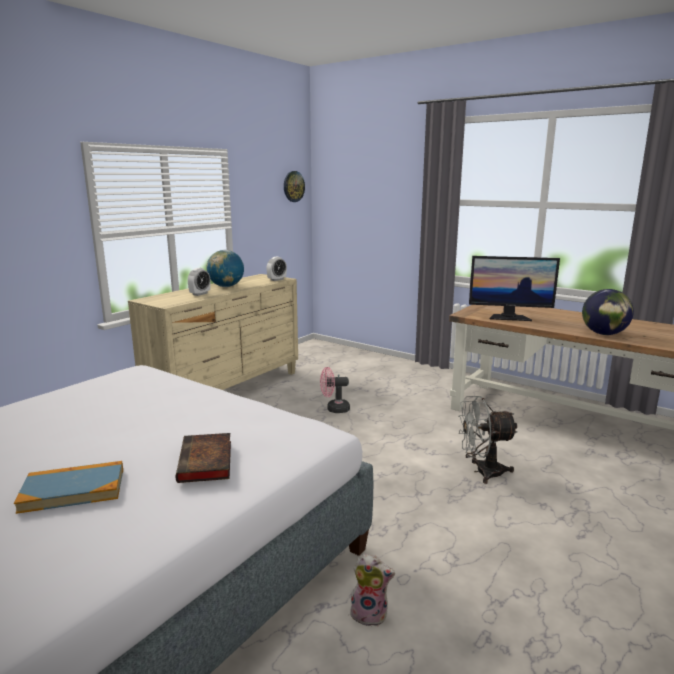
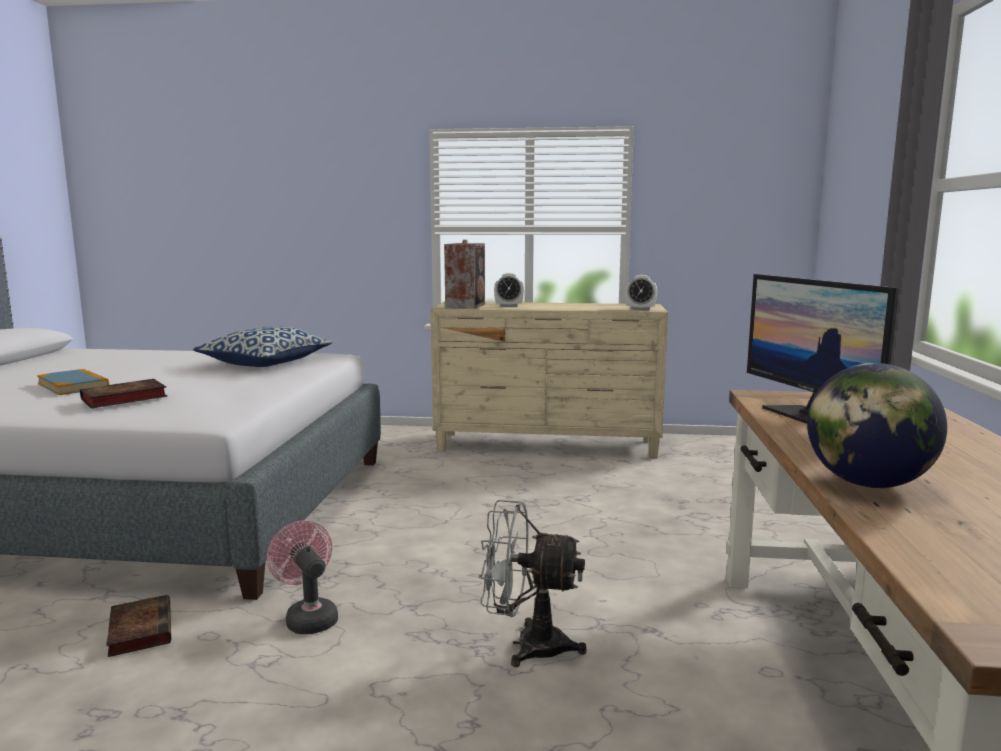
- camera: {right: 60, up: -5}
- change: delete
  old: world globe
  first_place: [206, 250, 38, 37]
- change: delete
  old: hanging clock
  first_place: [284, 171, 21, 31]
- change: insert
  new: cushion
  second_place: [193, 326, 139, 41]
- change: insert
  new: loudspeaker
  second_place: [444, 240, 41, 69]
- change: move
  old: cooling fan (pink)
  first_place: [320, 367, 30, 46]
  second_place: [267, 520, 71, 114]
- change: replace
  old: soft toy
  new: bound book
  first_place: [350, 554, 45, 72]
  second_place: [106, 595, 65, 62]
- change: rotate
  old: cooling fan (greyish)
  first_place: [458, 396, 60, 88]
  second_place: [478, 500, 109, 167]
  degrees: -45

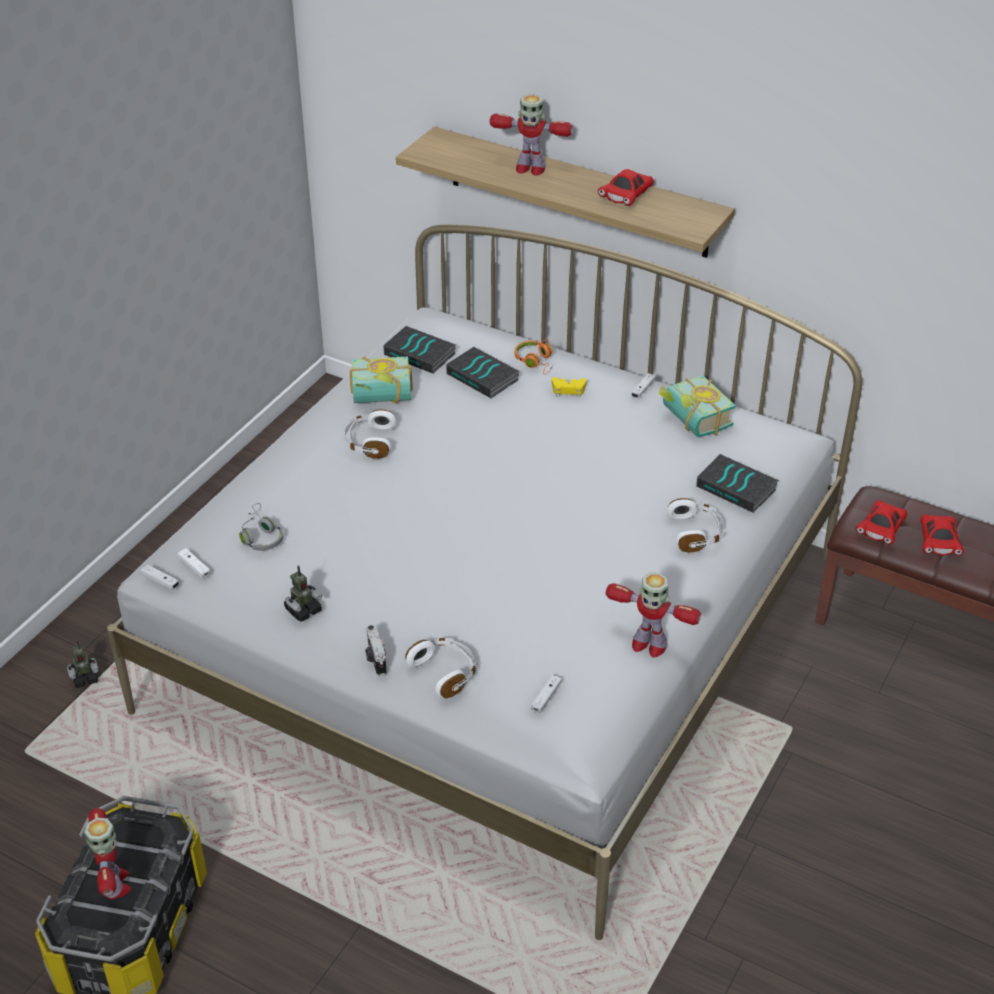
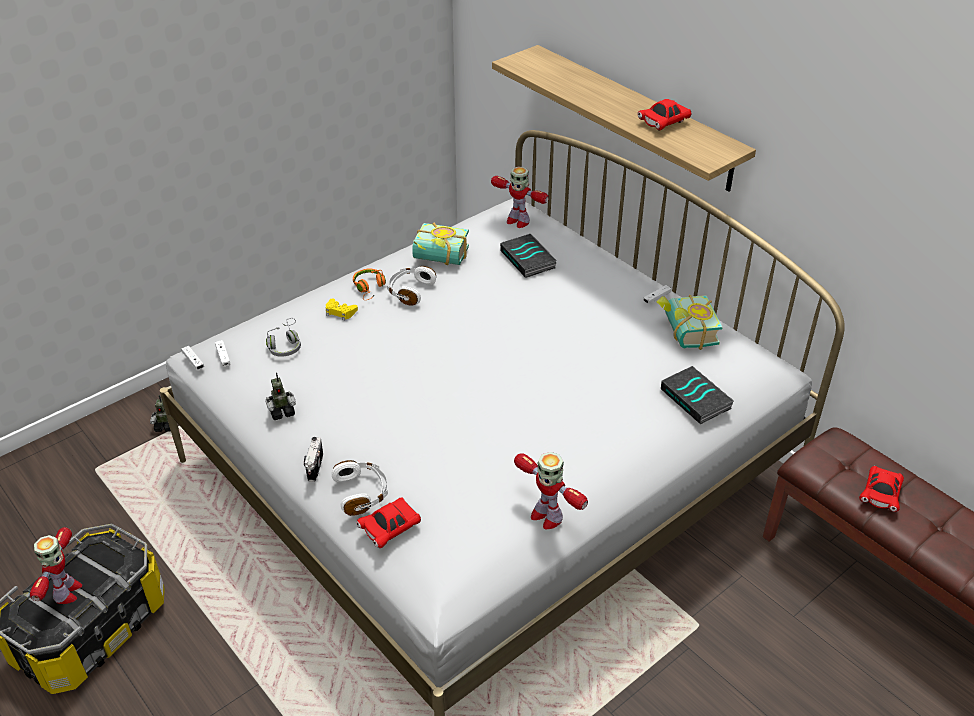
- camera: {right: 20, up: 0}
- change: delete
  old: bound book
  first_place: [383, 326, 73, 48]
- change: delete
  old: joypad (white-coloured)
  first_place: [531, 675, 31, 39]
- change: delete
  old: pair of headphones (white-coloured)
  first_place: [667, 498, 57, 54]
- change: move
  old: robot figure
  first_place: [490, 95, 83, 81]
  second_place: [491, 167, 58, 61]
- change: move
  old: pair of headphones (orange-coloured)
  first_place: [515, 339, 37, 36]
  second_place: [353, 268, 33, 32]
- change: move
  old: joypad (yellow-coloured)
  first_place: [552, 377, 35, 20]
  second_place: [326, 298, 32, 22]
- change: move
  old: model car (red-coloured)
  first_place: [856, 500, 51, 45]
  second_place: [356, 497, 65, 51]

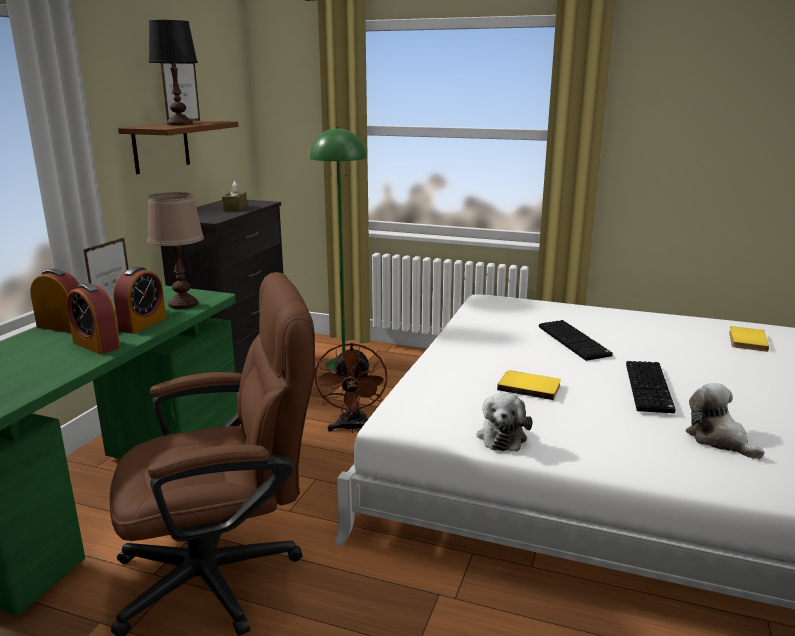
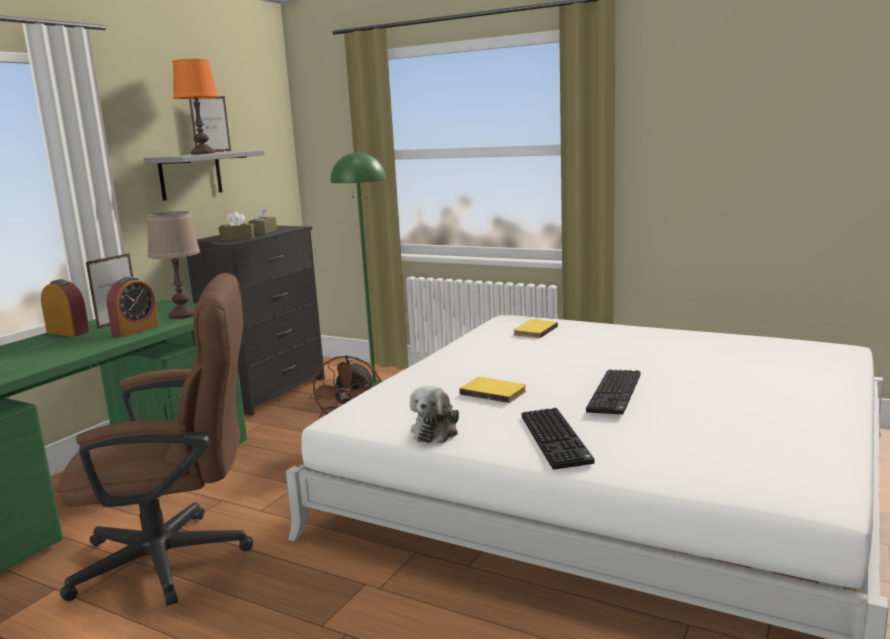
- camera: {right: 10, up: -5}
- change: delete
  old: table clock
  first_place: [67, 283, 53, 71]
- change: delete
  old: soft toy
  first_place: [686, 383, 78, 76]
- change: insert
  new: tissue holder (brownish)
  second_place: [219, 211, 36, 30]
- change: move
  old: PC keyboard
  first_place: [539, 320, 74, 41]
  second_place: [522, 408, 73, 62]
- change: move
  old: bound book (yellow-coloured)
  first_place: [729, 326, 40, 26]
  second_place: [514, 319, 44, 19]
- change: recolor
  old: bracket shelf (brownish)
  new: bracket shelf (greyish)
  first_place: [118, 120, 121, 54]
  second_place: [144, 150, 121, 51]
- change: recolor
  old: lamp for a table (black-coloured)
  new: lamp for a table (orange-coloured)
  first_place: [149, 20, 49, 106]
  second_place: [173, 59, 45, 96]

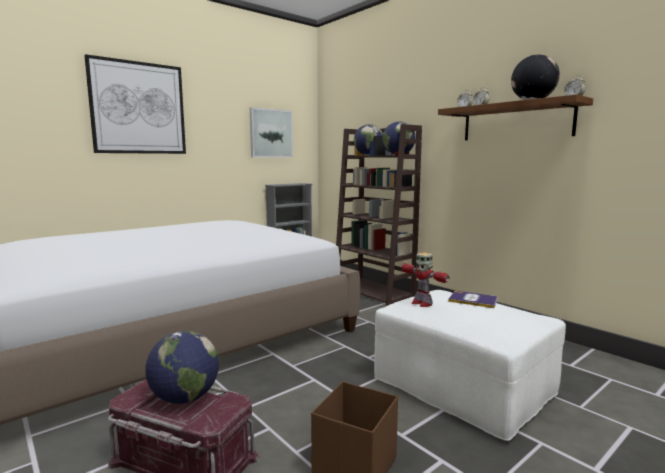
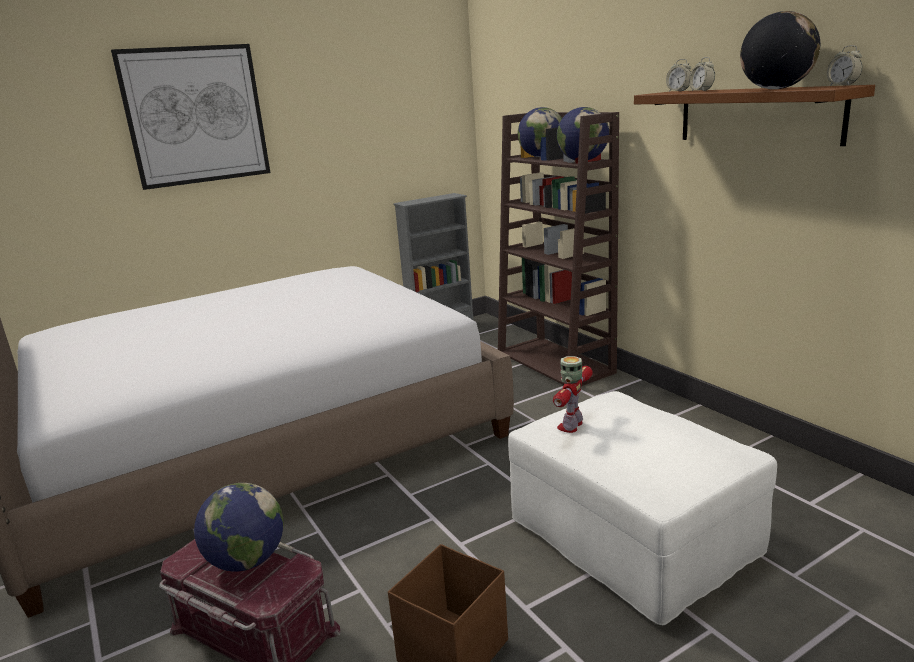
- camera: {right: 10, up: 10}
- change: delete
  old: wall art
  first_place: [250, 107, 43, 51]
- change: delete
  old: bound book
  first_place: [448, 291, 50, 17]
- change: rotate
  old: robot figure
  first_place: [401, 252, 48, 55]
  second_place: [553, 356, 40, 77]
  degrees: 60

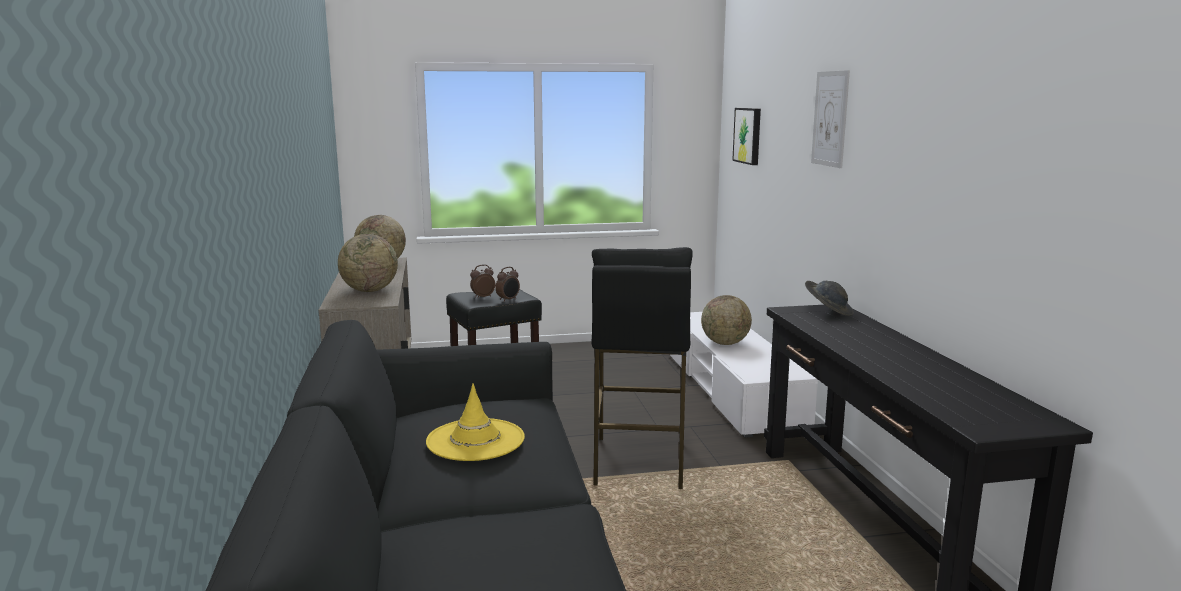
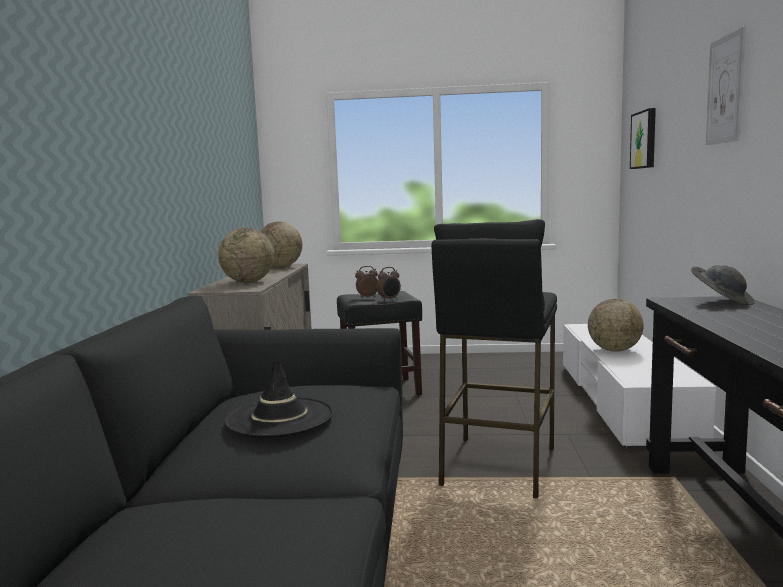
- camera: {right: 15, up: -5}
- change: recolor
  old: clothing hat (yellow-coloured)
  new: clothing hat (black-coloured)
  first_place: [426, 383, 99, 78]
  second_place: [224, 353, 110, 85]

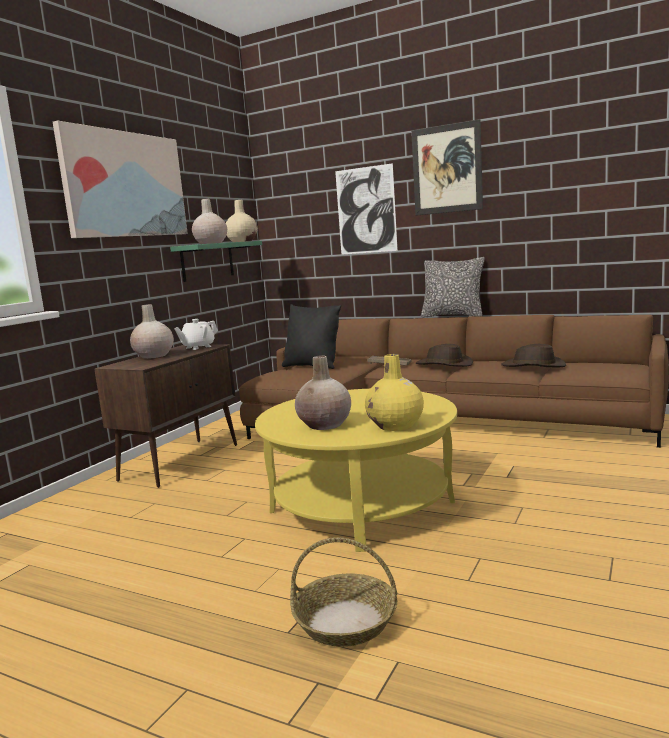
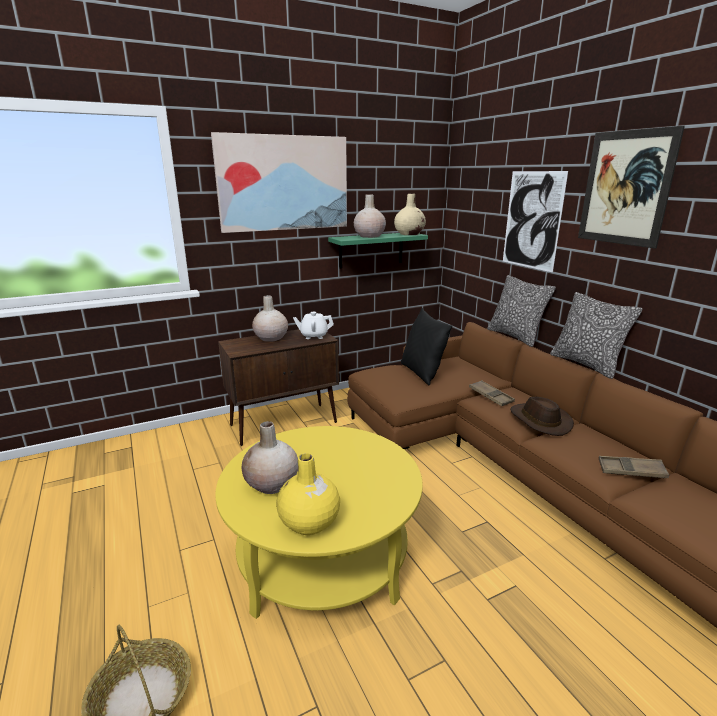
- camera: {right: 35, up: 10}
- change: insert
  new: cushion
  second_place: [487, 275, 69, 72]
- change: replace
  old: clothing hat (brownish)
  new: tray (brownish)
  first_place: [501, 344, 65, 24]
  second_place: [599, 456, 70, 22]

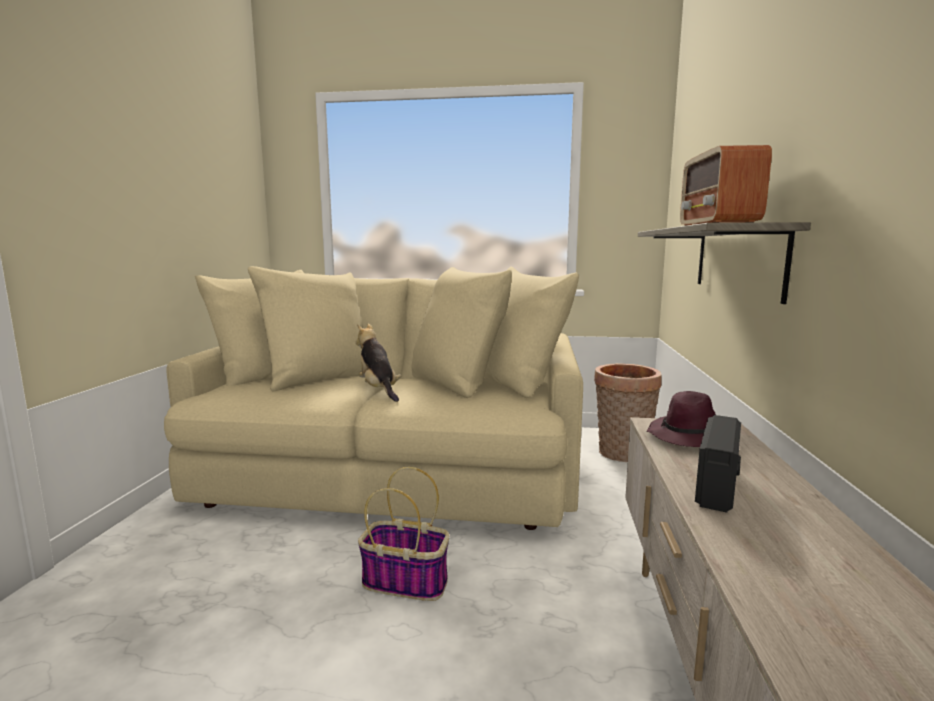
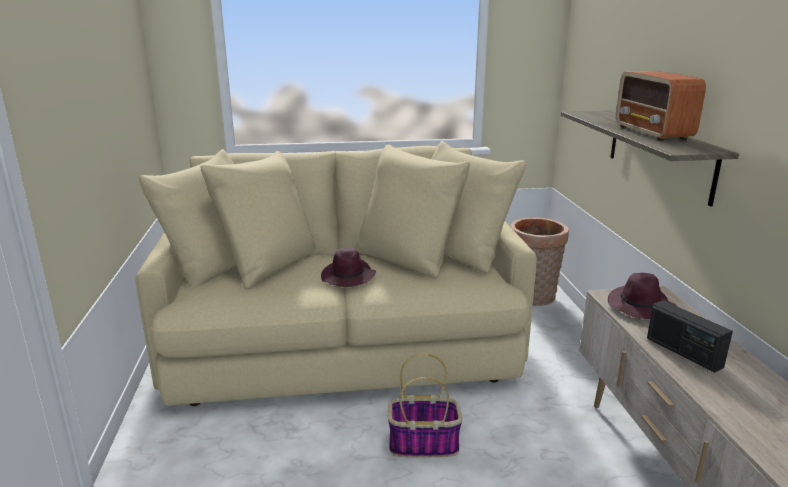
- camera: {right: -15, up: 10}
- change: replace
  old: soft toy
  new: clothing hat (purple)
  first_place: [356, 323, 45, 79]
  second_place: [321, 248, 55, 39]
- change: rotate
  old: radio receiver
  first_place: [695, 415, 46, 98]
  second_place: [647, 300, 86, 73]
  degrees: 135

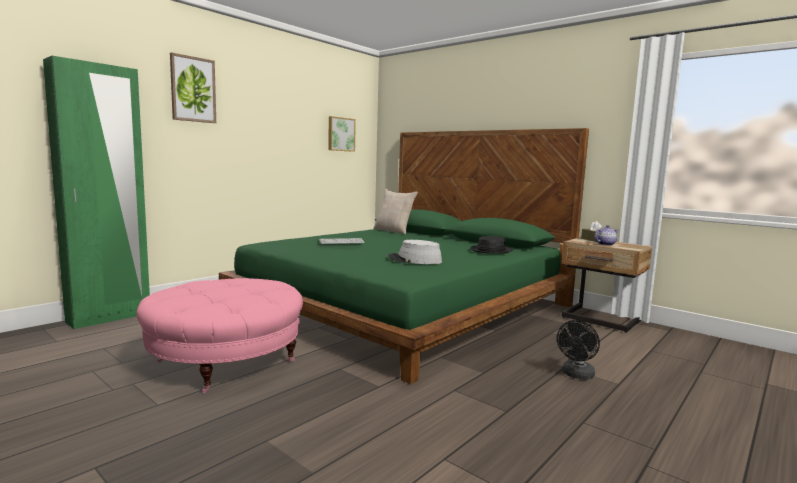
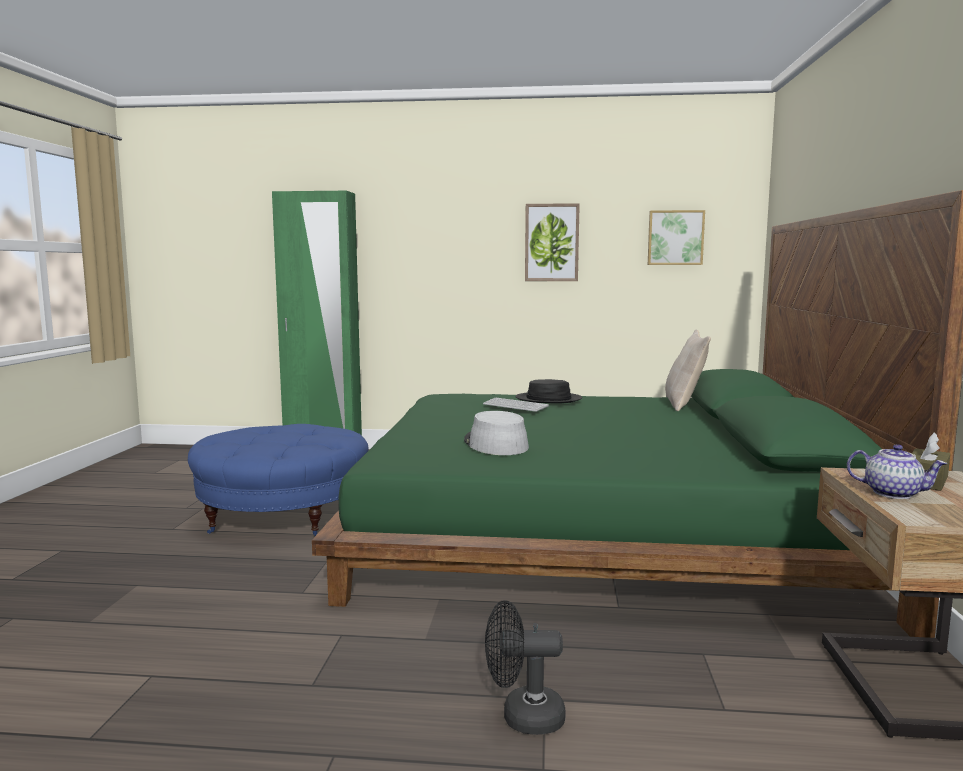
- camera: {right: 55, up: 0}
- change: move
  old: wall art
  first_place: [170, 52, 46, 71]
  second_place: [525, 203, 55, 78]
- change: move
  old: clothing hat (black-coloured)
  first_place: [470, 236, 43, 18]
  second_place: [516, 379, 66, 24]
- change: recolor
  old: pouffe (pink)
  new: pouffe (blue-coloured)
  first_place: [136, 278, 167, 115]
  second_place: [188, 424, 180, 112]

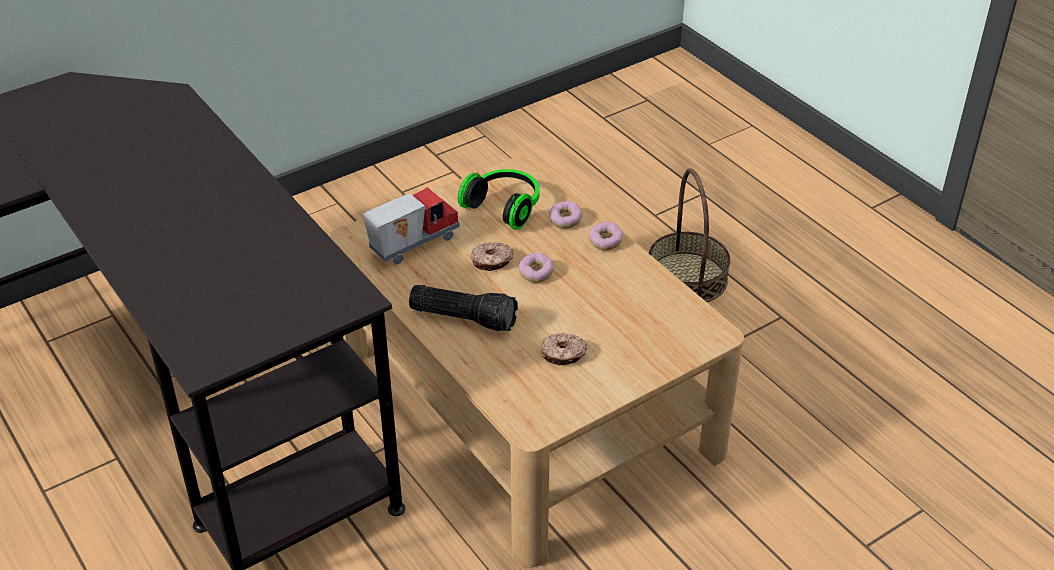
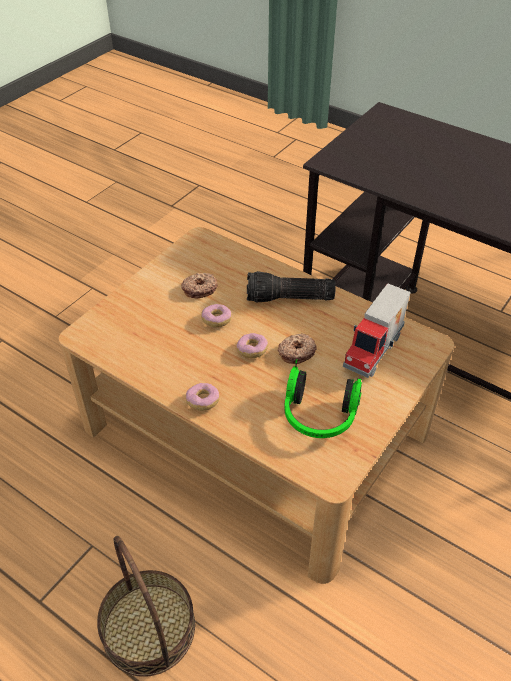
- camera: {right: 160, up: 5}
- change: move
  old: donut
  first_place: [549, 201, 33, 28]
  second_place: [201, 304, 31, 23]

